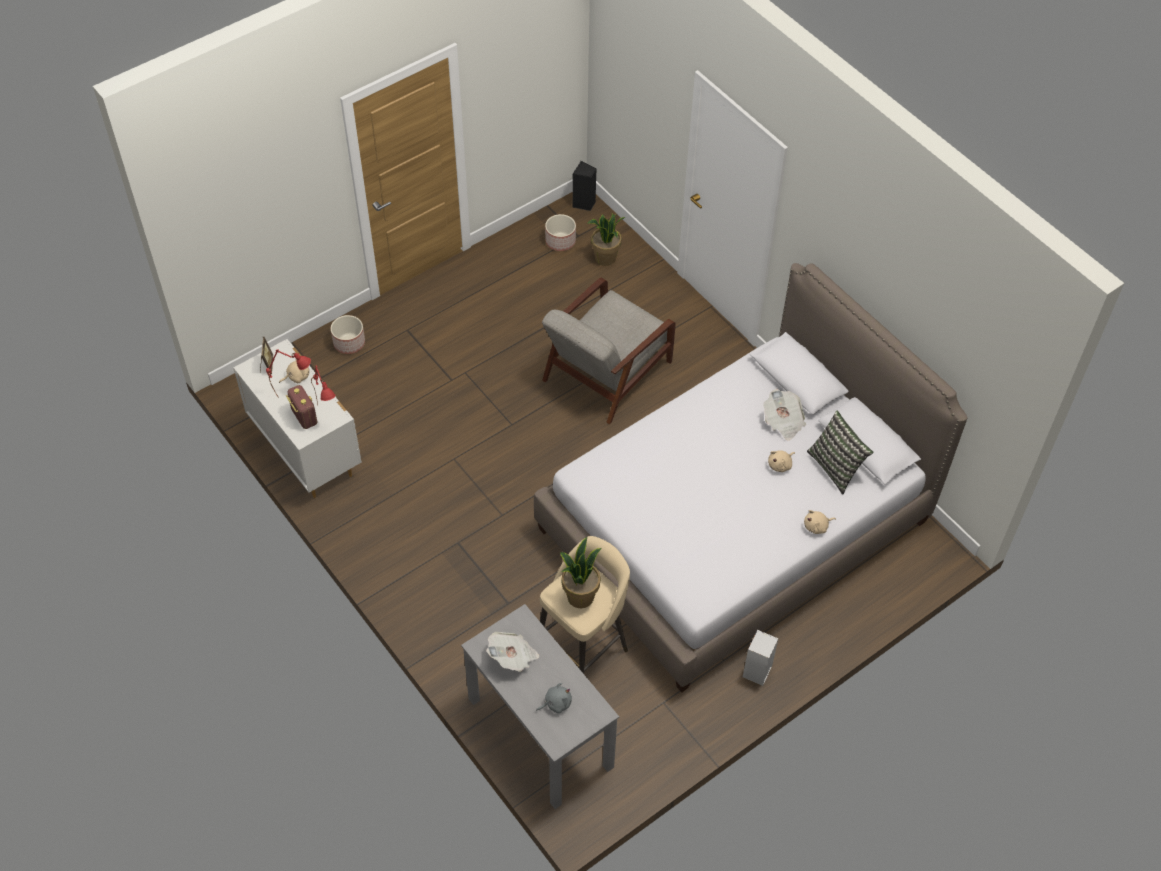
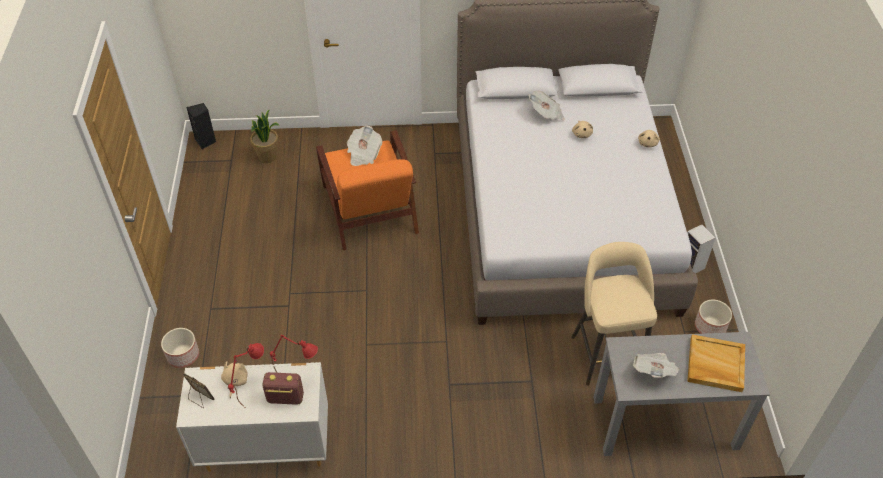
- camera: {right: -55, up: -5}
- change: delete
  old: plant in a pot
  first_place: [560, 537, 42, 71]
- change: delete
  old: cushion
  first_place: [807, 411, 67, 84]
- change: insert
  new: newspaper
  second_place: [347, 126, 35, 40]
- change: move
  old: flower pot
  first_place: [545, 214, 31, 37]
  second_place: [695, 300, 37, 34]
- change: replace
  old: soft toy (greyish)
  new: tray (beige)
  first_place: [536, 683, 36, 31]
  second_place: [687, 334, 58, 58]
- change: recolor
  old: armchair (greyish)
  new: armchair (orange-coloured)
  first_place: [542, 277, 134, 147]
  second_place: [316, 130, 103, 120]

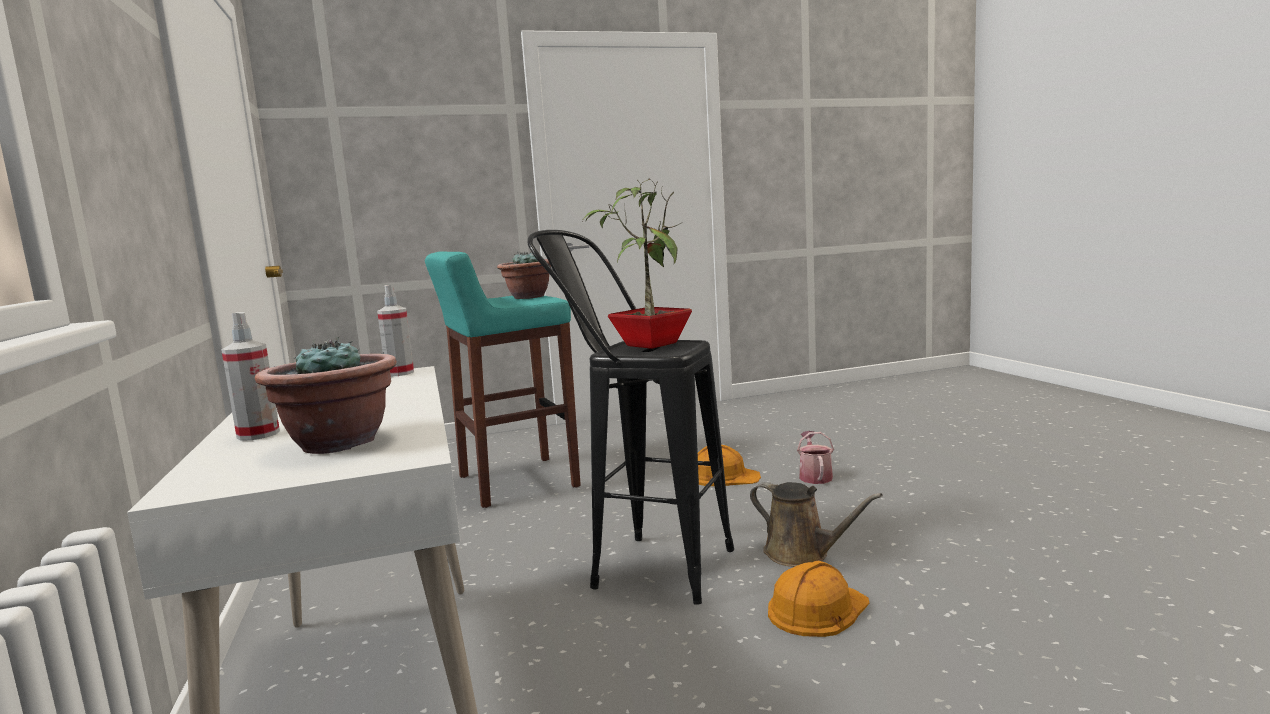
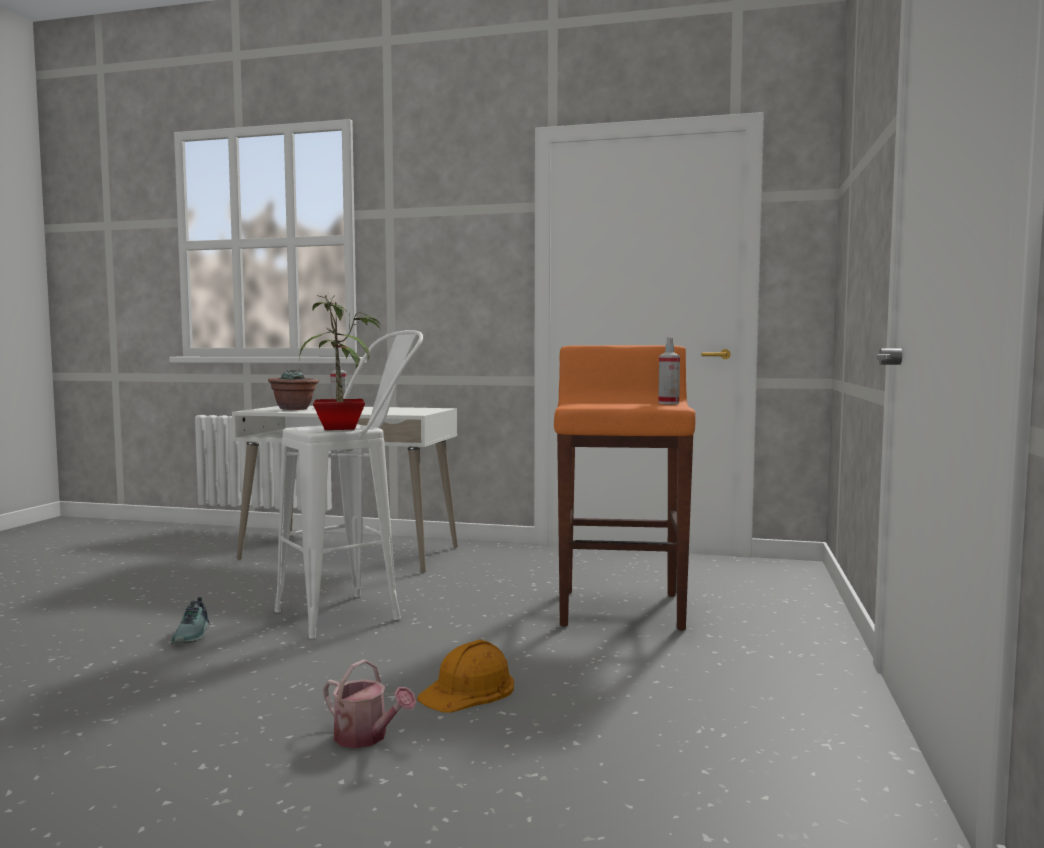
- camera: {right: 120, up: -5}
- change: delete
  old: plant in a pot
  first_place: [497, 251, 54, 48]
- change: delete
  old: watering pot (brownish)
  first_place: [750, 482, 133, 85]
- change: move
  old: sprayer
  first_place: [377, 285, 37, 91]
  second_place: [658, 337, 22, 67]
- change: replace
  old: work helmet (orange-coloured)
  new: item of footwear
  first_place: [768, 561, 102, 76]
  second_place: [171, 597, 39, 47]
- change: recolor
  old: stool seat (turquoise)
  new: stool seat (orange-coloured)
  first_place: [425, 251, 156, 257]
  second_place: [554, 345, 142, 285]
- change: recolor
  old: stool seat (black-coloured)
  new: stool seat (white-coloured)
  first_place: [527, 230, 207, 375]
  second_place: [274, 330, 149, 309]

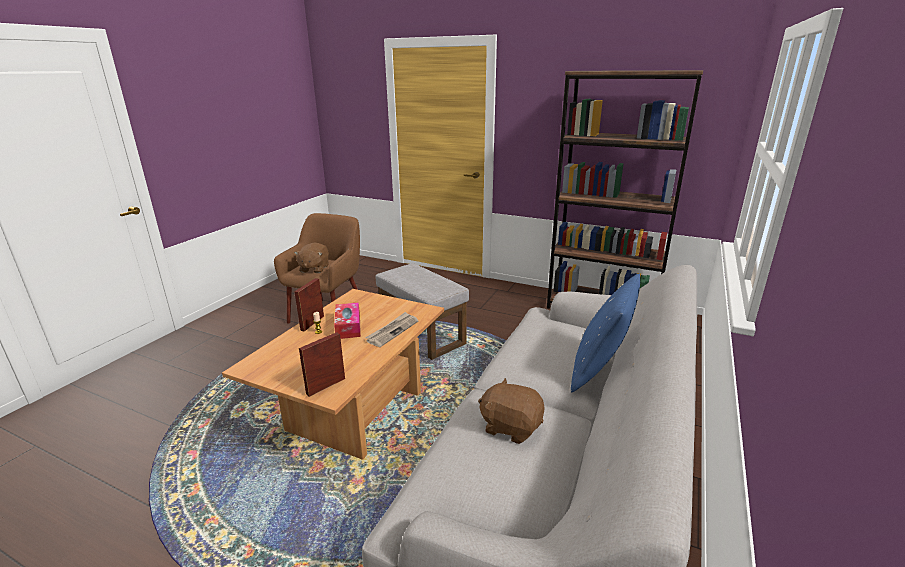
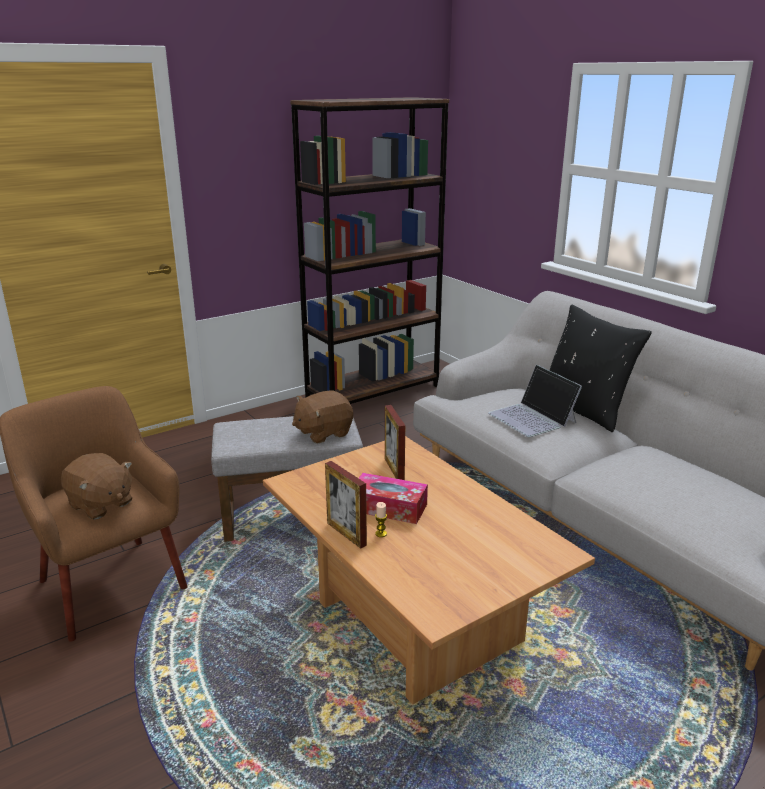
- camera: {right: -60, up: 0}
- change: delete
  old: newspaper
  first_place: [365, 312, 53, 35]
- change: insert
  new: laptop
  second_place: [488, 365, 94, 72]
- change: move
  old: standing frame
  first_place: [299, 332, 46, 65]
  second_place: [385, 405, 20, 75]
- change: move
  old: soft toy (brownish)
  first_place: [478, 378, 67, 66]
  second_place: [292, 391, 61, 53]
- change: recolor
  old: cushion (blue-coloured)
  new: cushion (black-coloured)
  first_place: [571, 274, 69, 118]
  second_place: [550, 305, 102, 127]

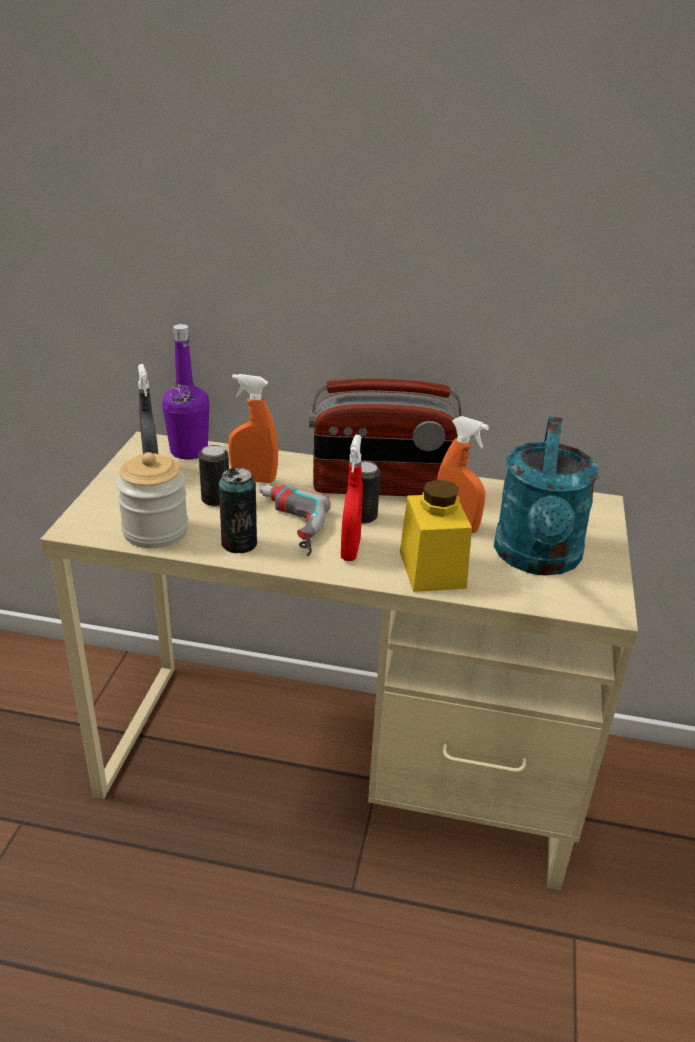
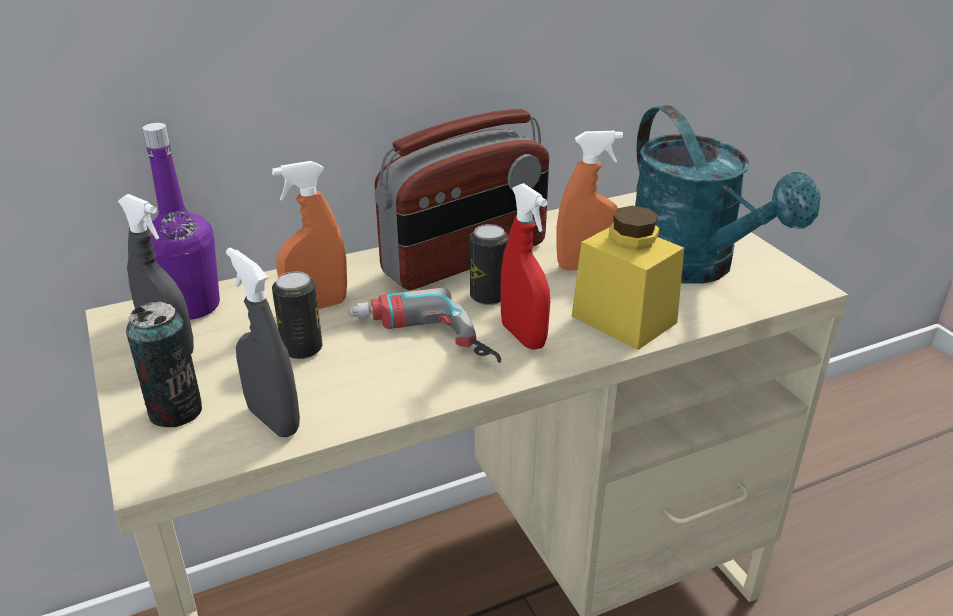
- camera: {right: -35, up: 0}
- change: move
  old: metal can
  first_place: [219, 467, 38, 86]
  second_place: [126, 302, 76, 125]
- change: replace
  old: storage jar
  new: sprayer (greyish)
  first_place: [116, 452, 72, 96]
  second_place: [226, 247, 74, 190]

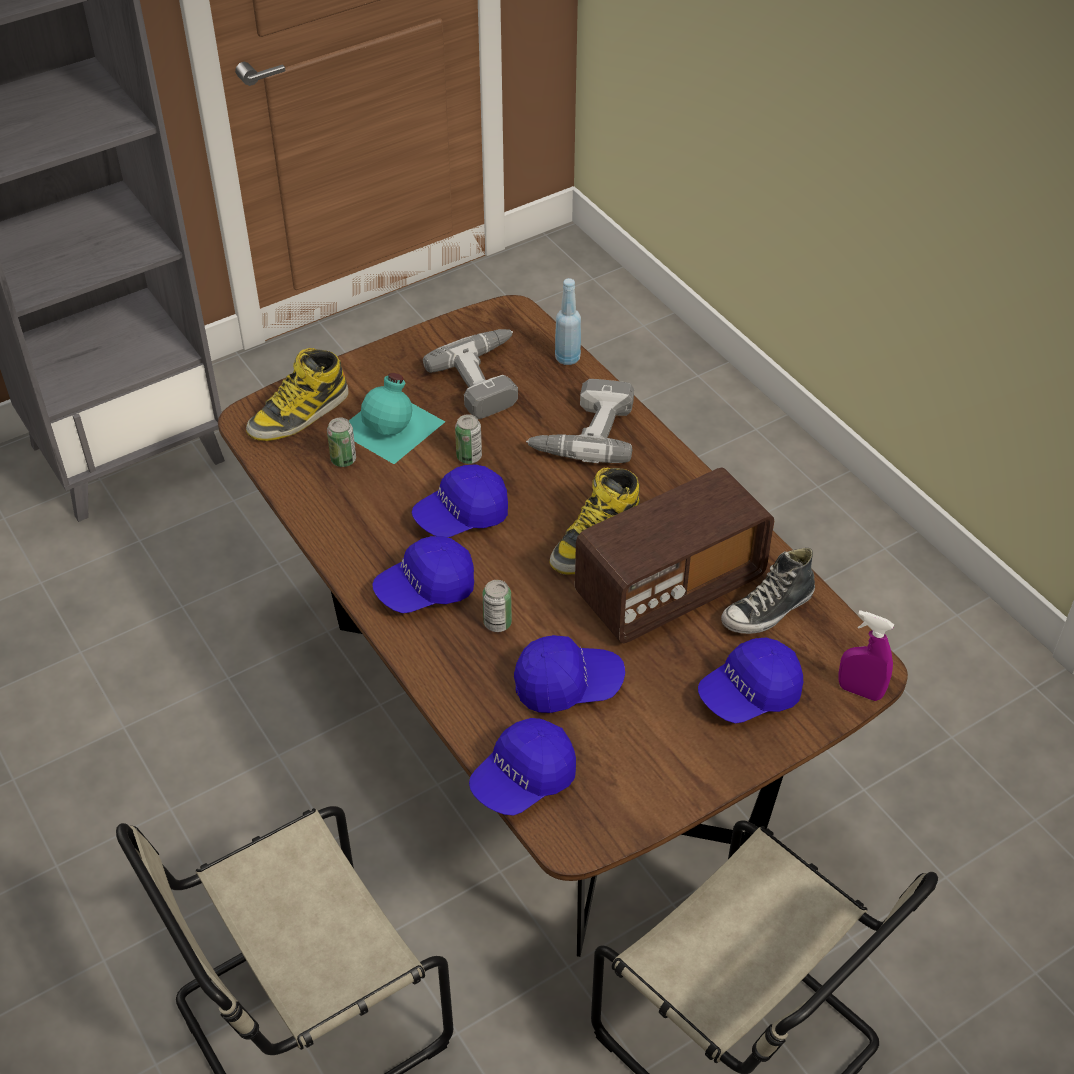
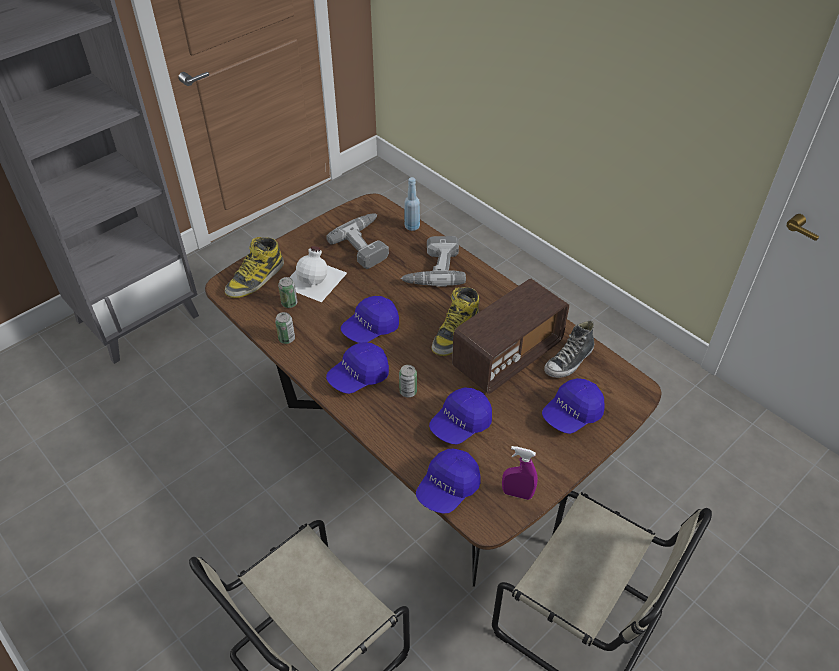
- camera: {right: -10, up: 0}
- change: move
  old: metal can
  first_place: [455, 414, 27, 50]
  second_place: [275, 312, 20, 32]
- change: move
  old: sprayer (purple)
  first_place: [838, 610, 56, 91]
  second_place: [502, 446, 36, 54]
- change: recolor
  old: beverage bottle (turquoise)
  new: beverage bottle (white-coloured)
  first_place: [349, 373, 96, 91]
  second_place: [289, 246, 58, 56]
- change: rotate
  old: cap (blue-coloured)
  first_place: [514, 635, 111, 78]
  second_place: [429, 387, 63, 58]
  degrees: 150

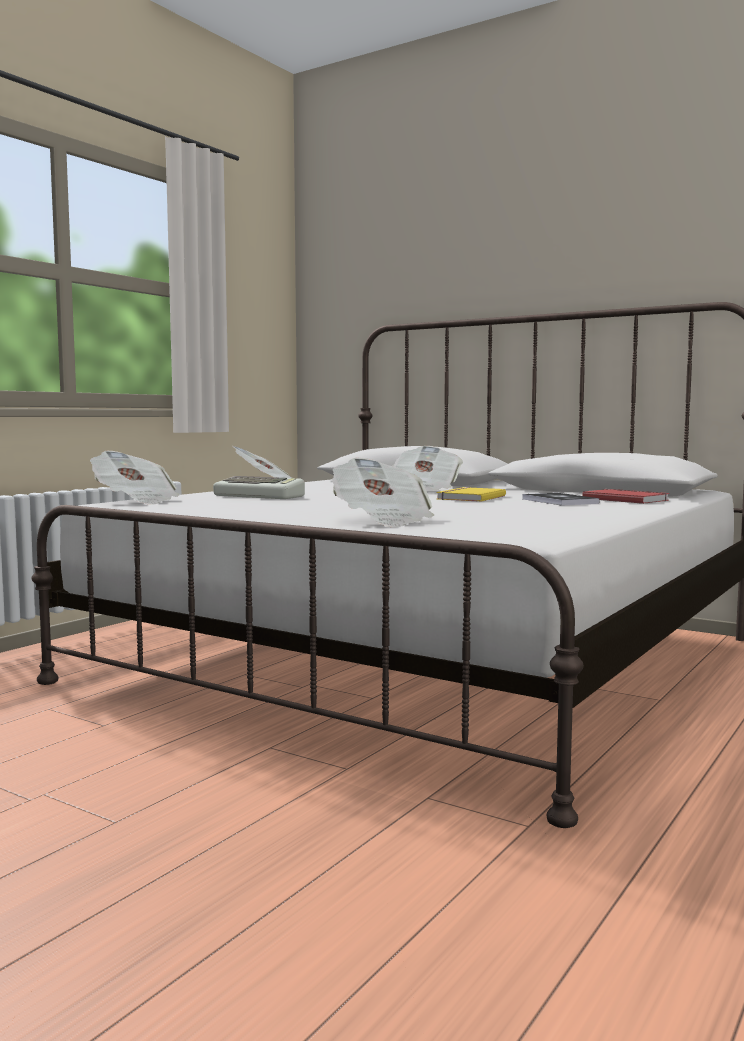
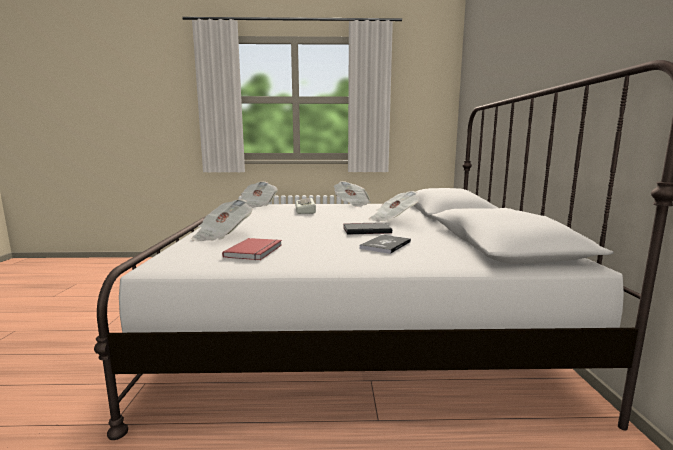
- camera: {right: 55, up: 5}
- change: move
  old: bound book (red-coloured)
  first_place: [582, 489, 87, 15]
  second_place: [222, 238, 60, 22]
- change: recolor
  old: bound book (yellow-coloured)
  new: bound book (black-coloured)
  first_place: [437, 487, 69, 15]
  second_place: [343, 222, 49, 13]

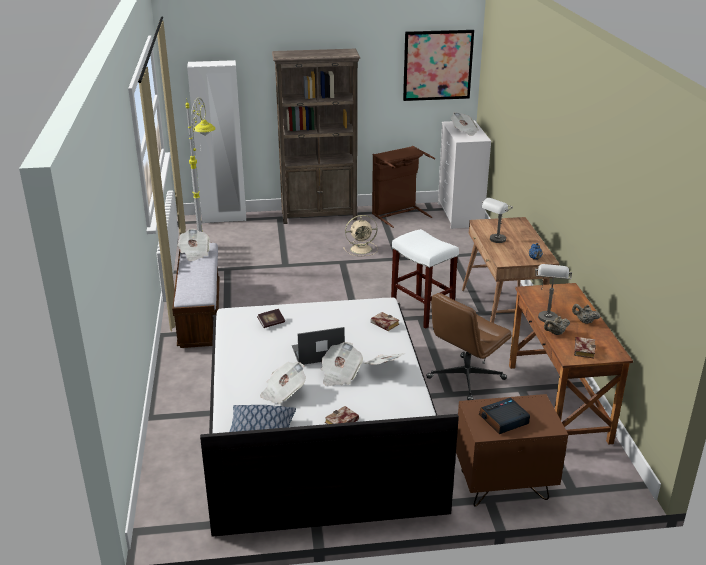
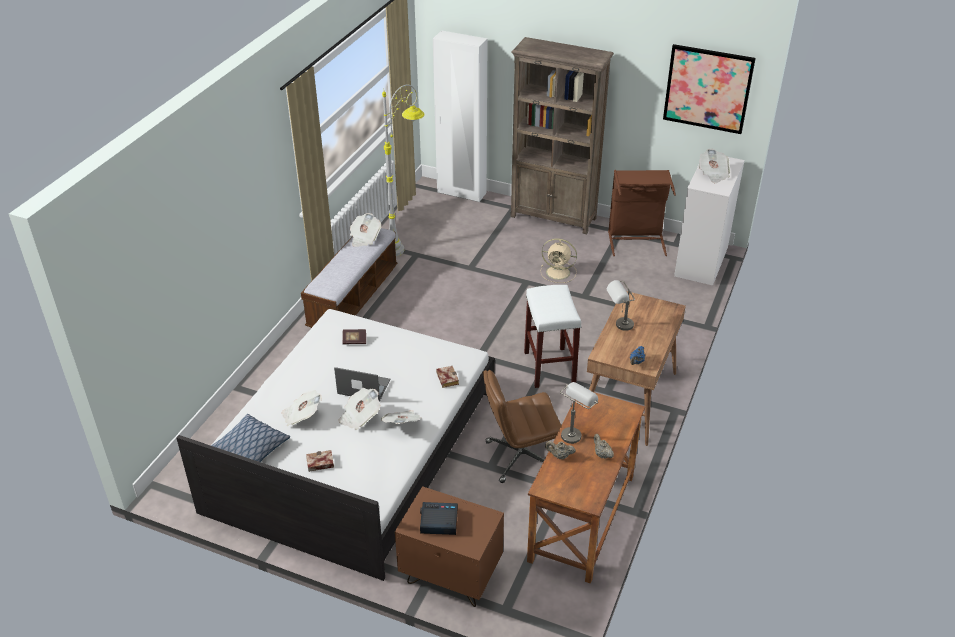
- camera: {right: 30, up: 10}
- change: delete
  old: bound book
  first_place: [574, 337, 22, 21]

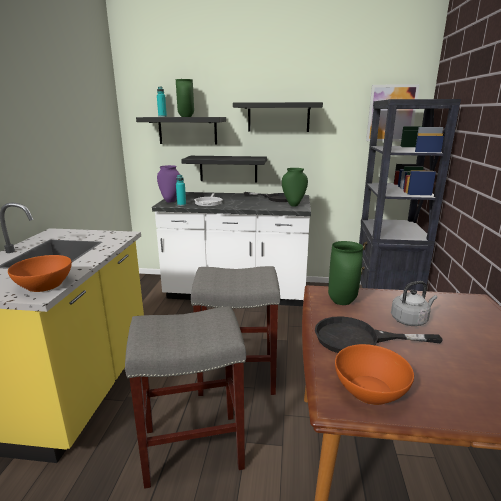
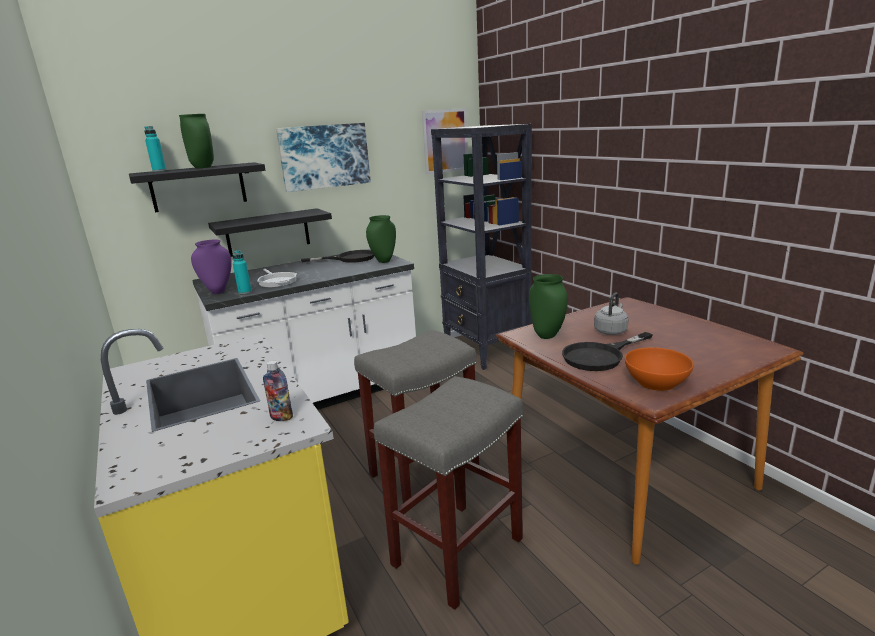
- camera: {right: -35, up: 0}
- change: replace
  old: bowl (orange-coloured)
  new: beverage bottle
  first_place: [8, 255, 64, 37]
  second_place: [263, 360, 30, 61]
- change: replace
  old: bracket shelf (black-coloured)
  new: wall art
  first_place: [233, 102, 90, 30]
  second_place: [276, 123, 95, 69]

